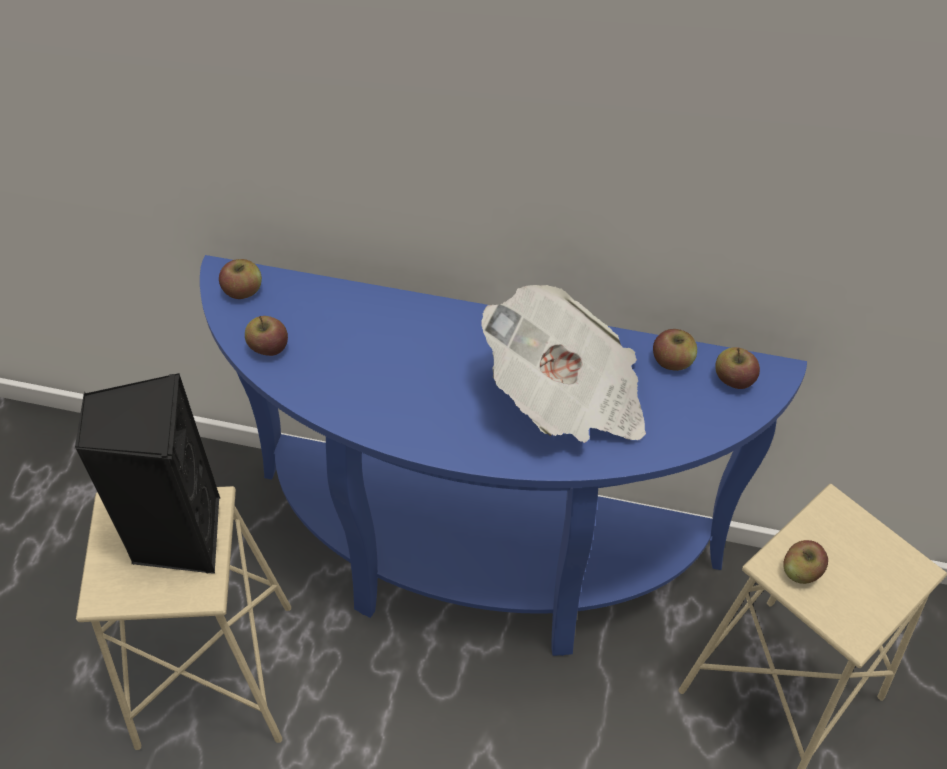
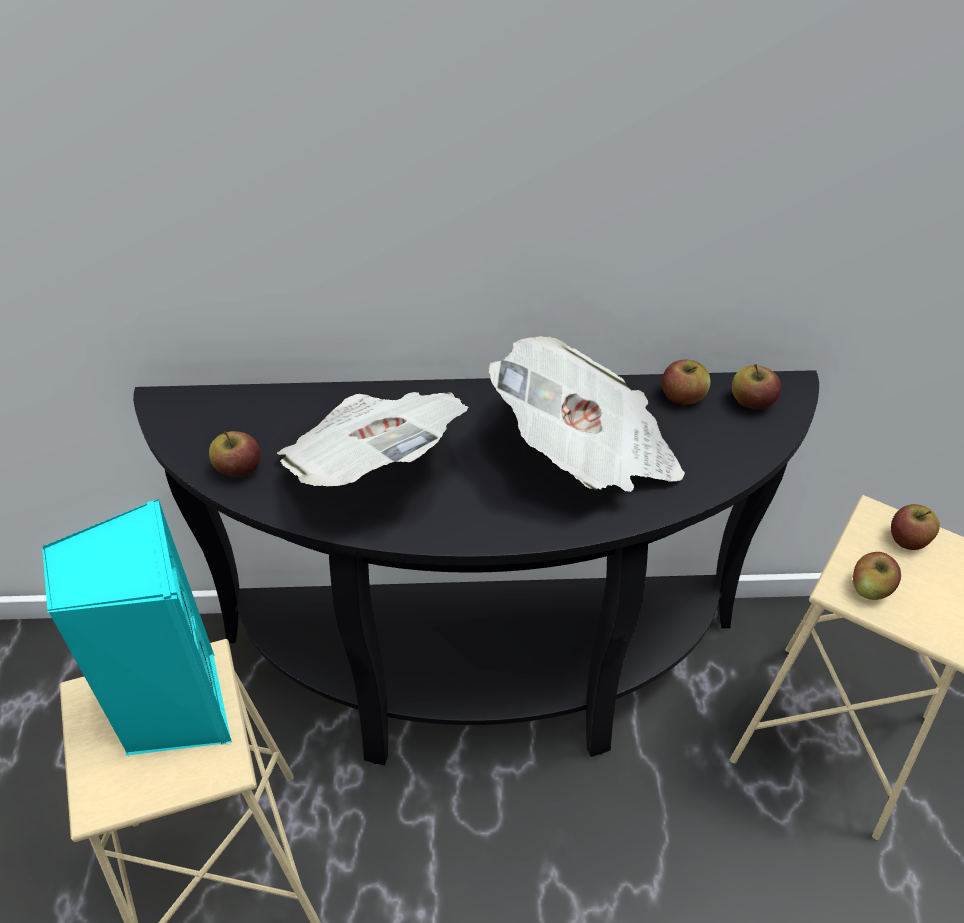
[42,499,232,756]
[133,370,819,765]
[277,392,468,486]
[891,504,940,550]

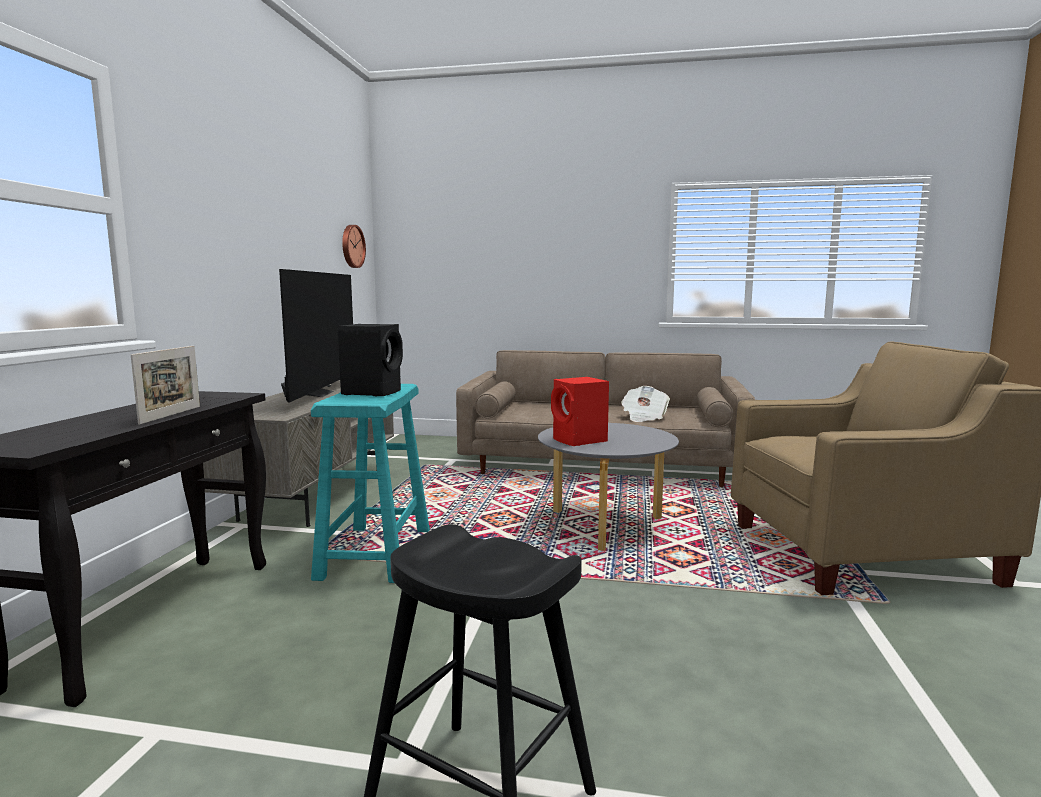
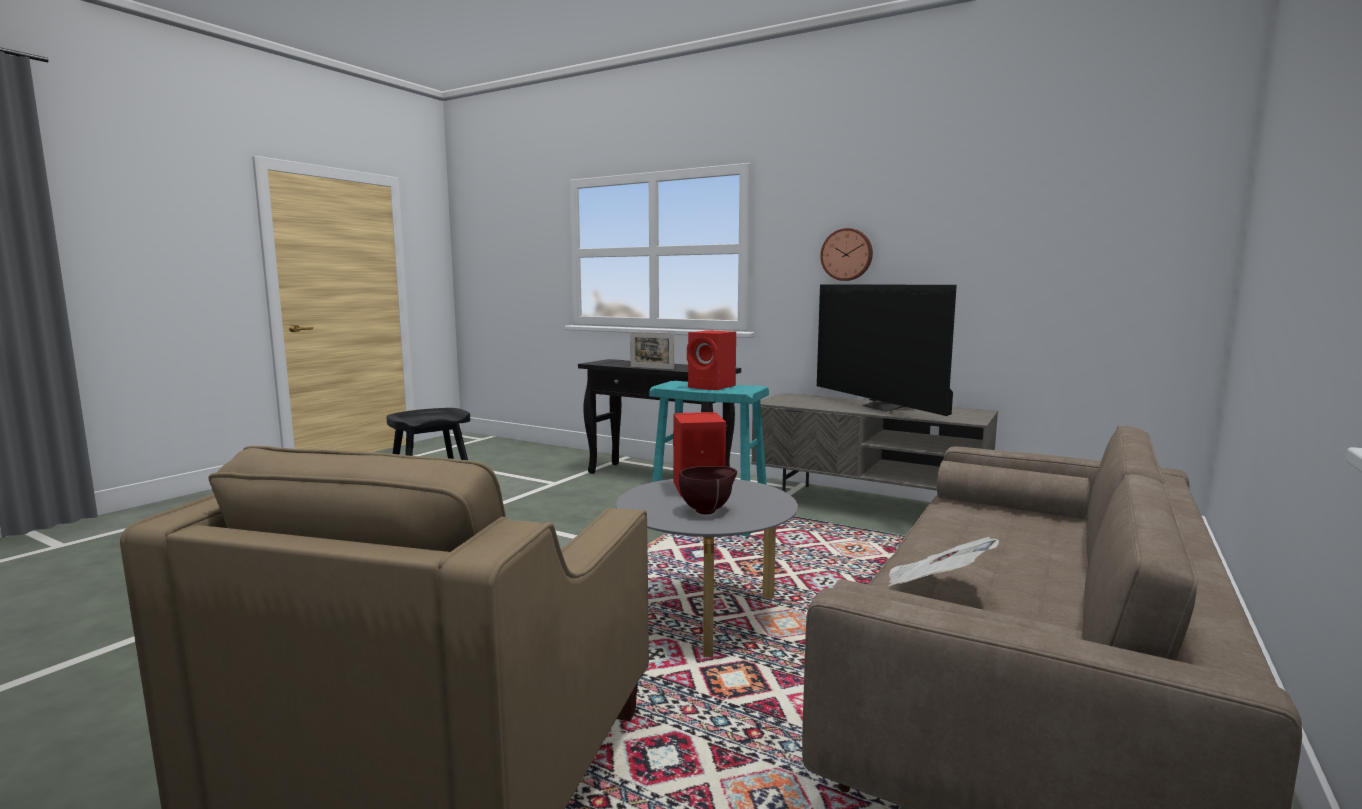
[679,466,737,514]
[687,330,736,390]
[817,284,957,416]
[820,228,873,281]

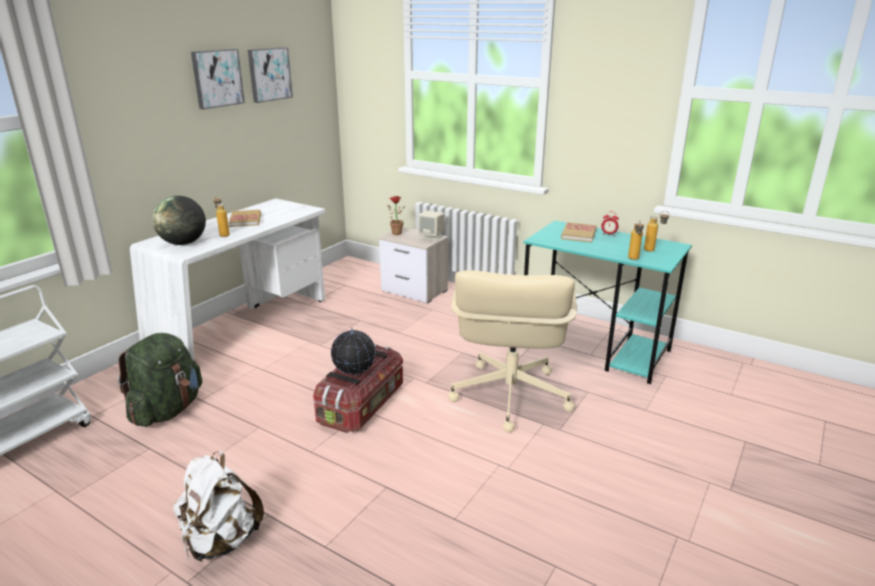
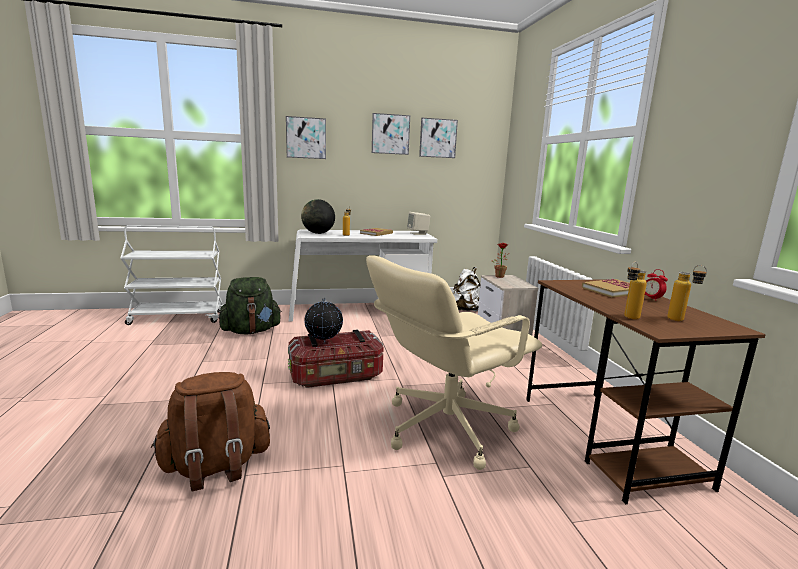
[151,372,270,492]
[286,116,326,159]
[407,212,430,235]
[452,267,480,311]
[526,279,766,504]

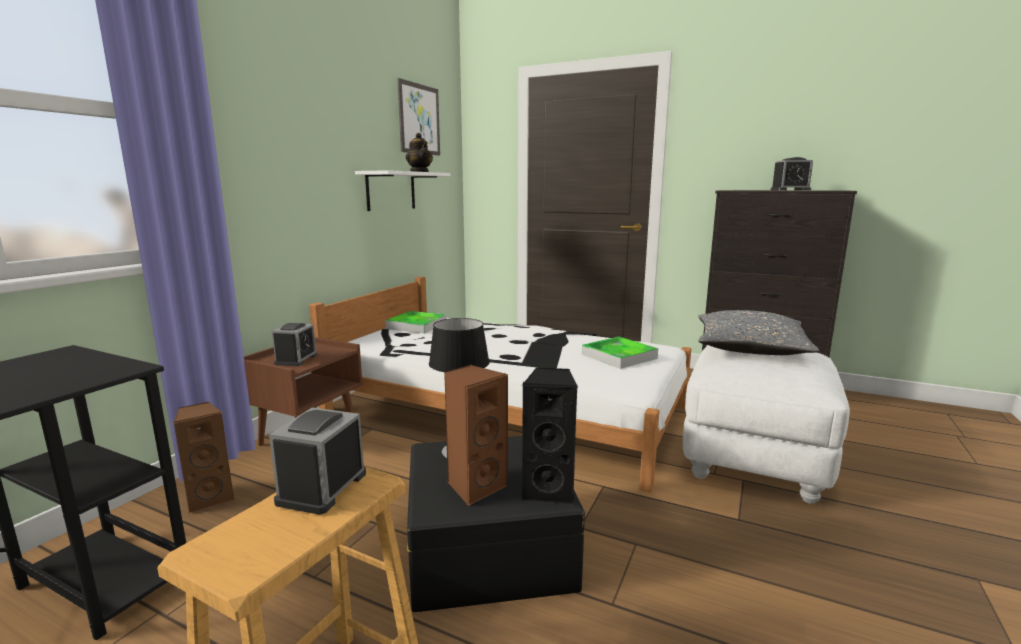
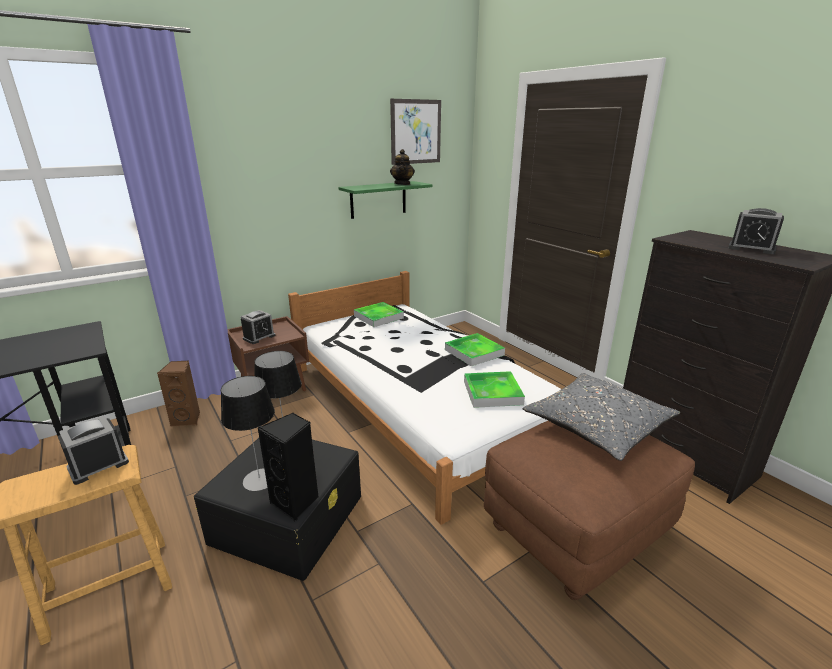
[221,376,275,491]
[338,181,432,219]
[445,333,505,366]
[484,421,695,600]

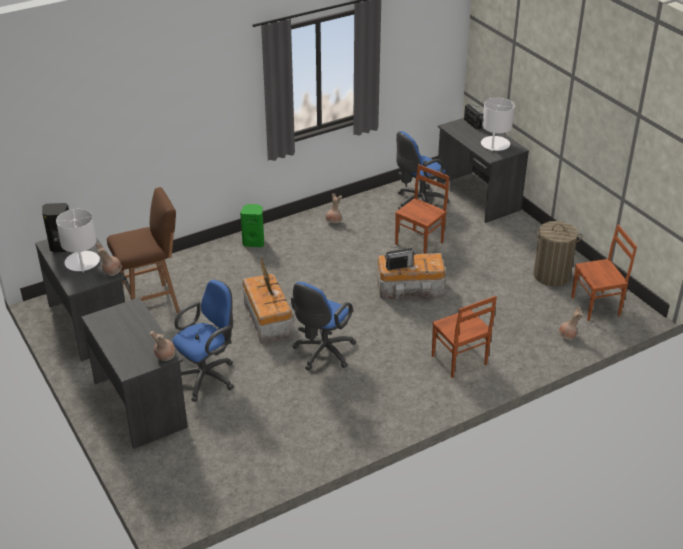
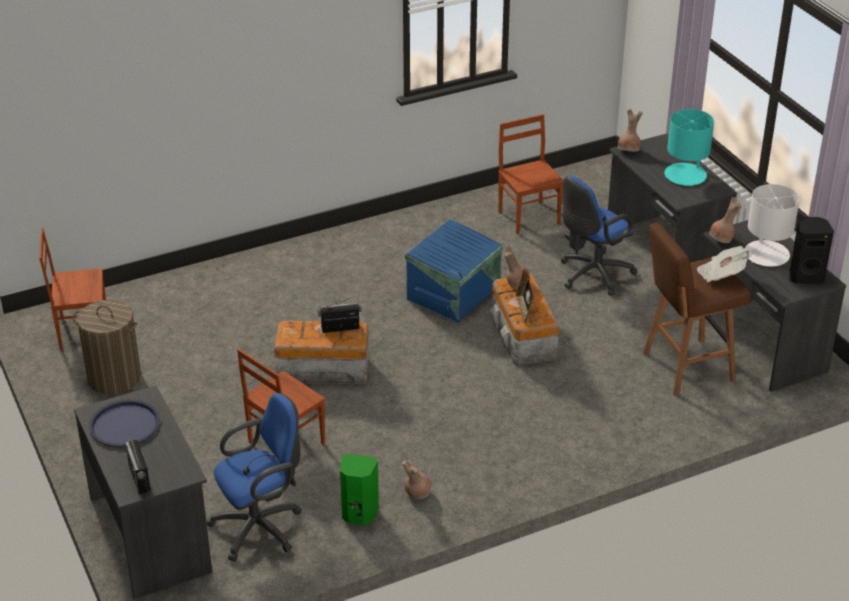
[89,399,160,447]
[340,454,379,525]
[405,219,503,323]
[498,114,564,234]
[505,245,530,289]
[664,109,714,187]
[697,246,752,283]

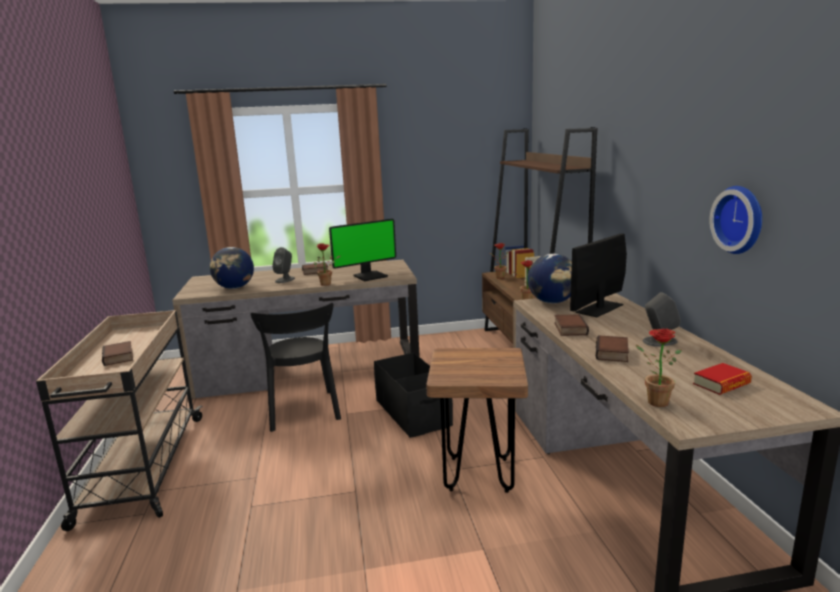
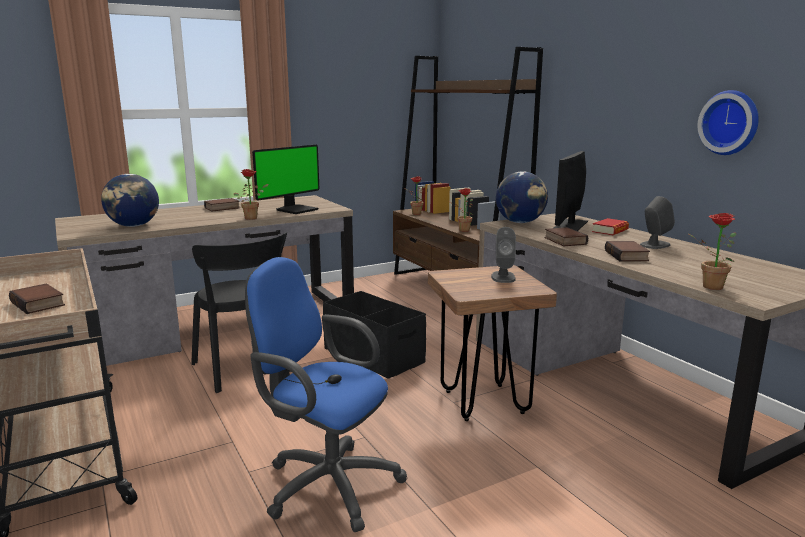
[245,257,407,532]
[491,227,516,283]
[592,218,629,235]

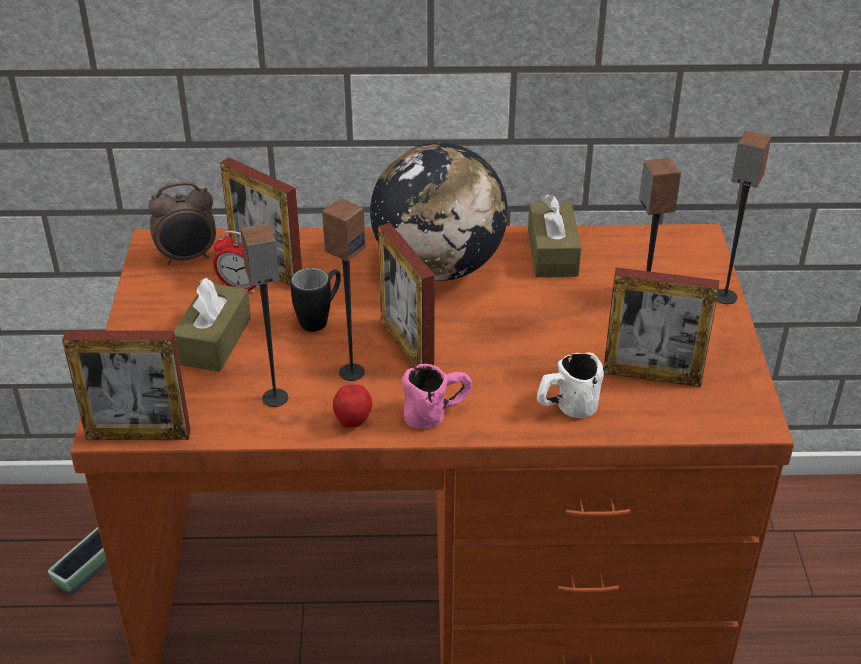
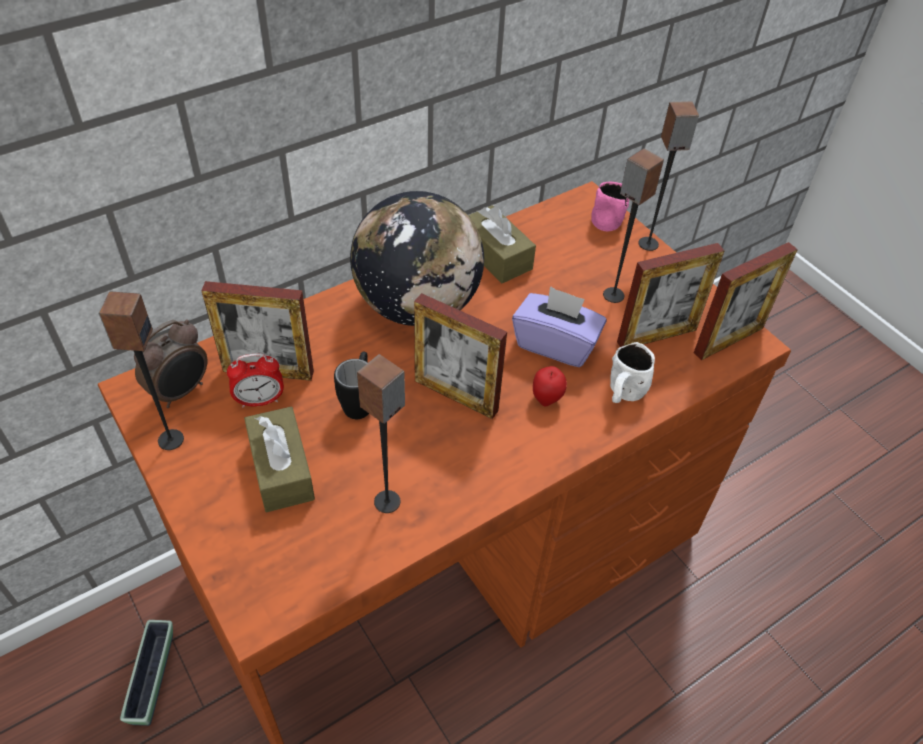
[99,292,184,450]
[512,286,607,367]
[533,366,567,407]
[591,182,629,231]
[694,242,798,361]

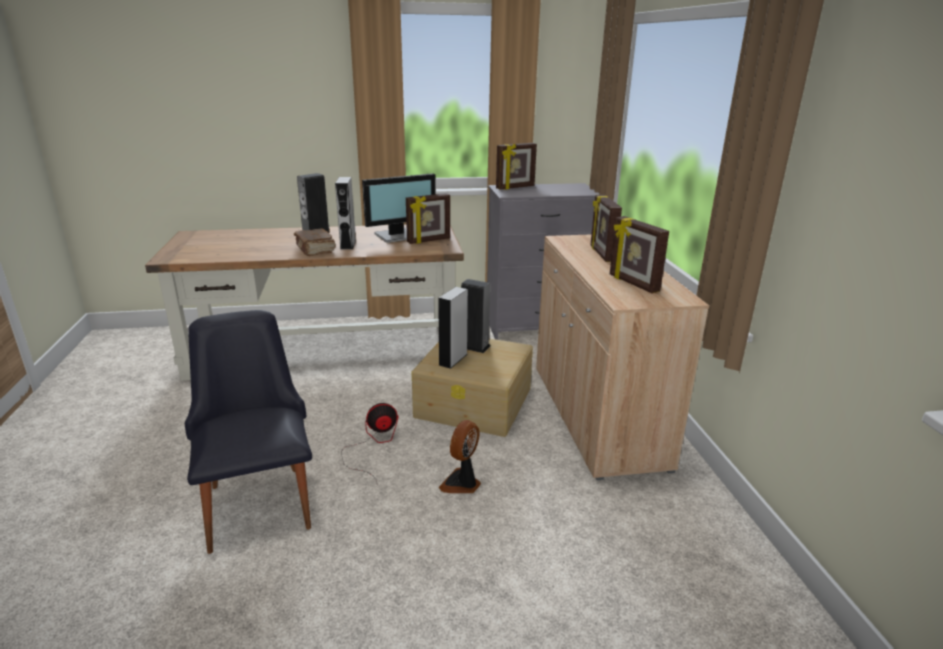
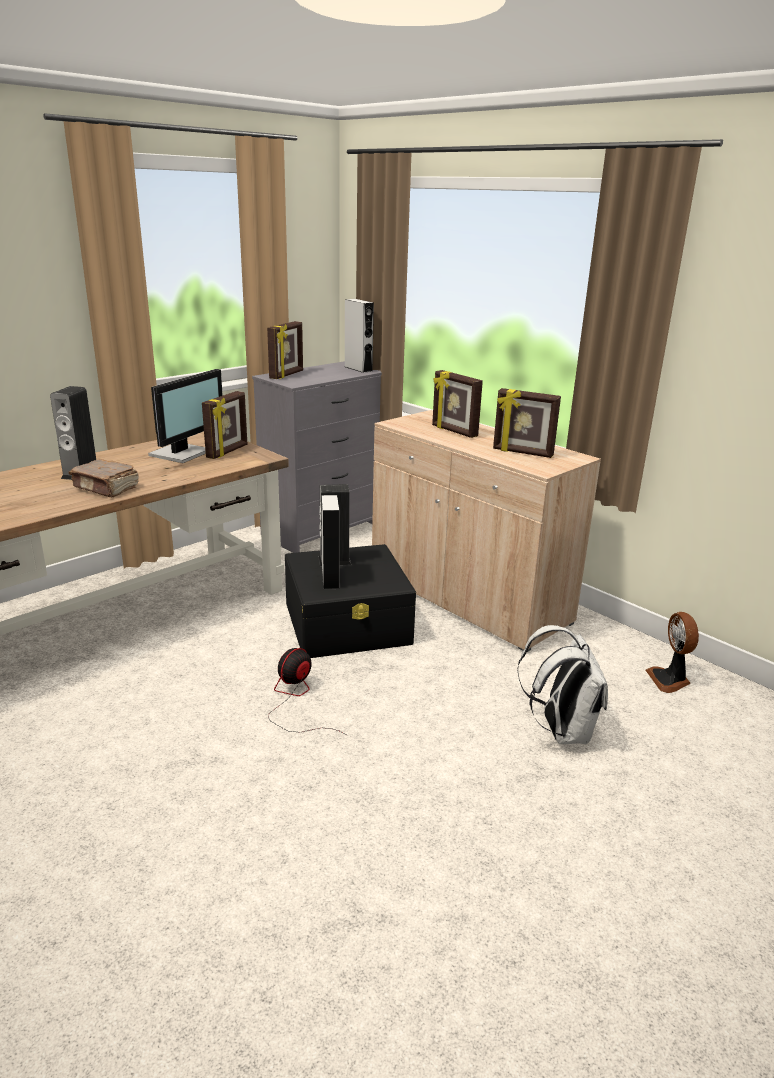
[285,544,416,658]
[345,299,374,373]
[517,625,608,745]
[646,612,699,693]
[185,310,312,554] (first image)

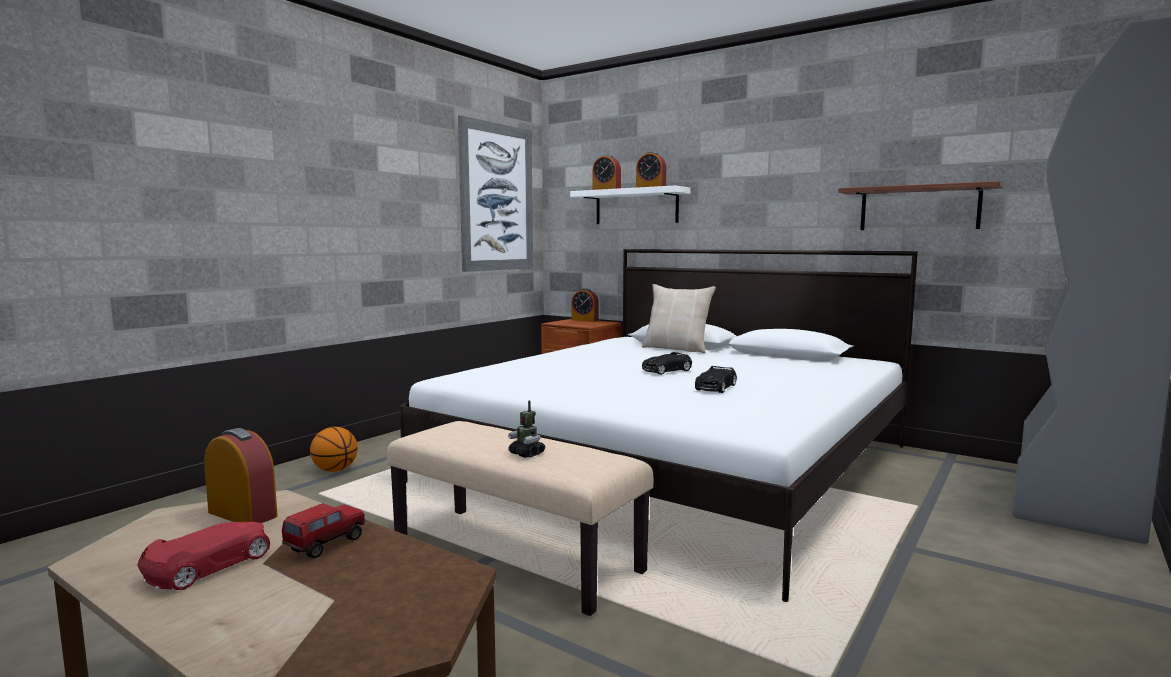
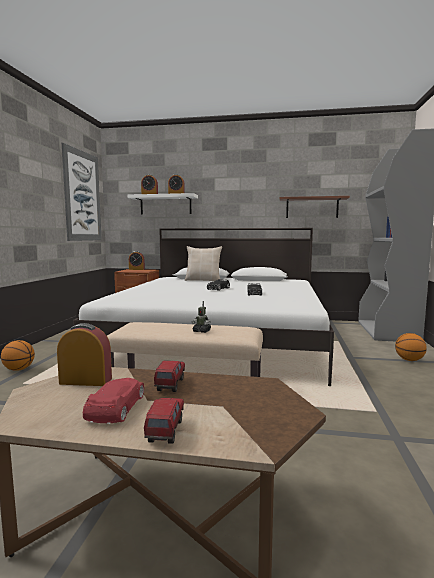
[144,398,184,444]
[395,333,427,361]

